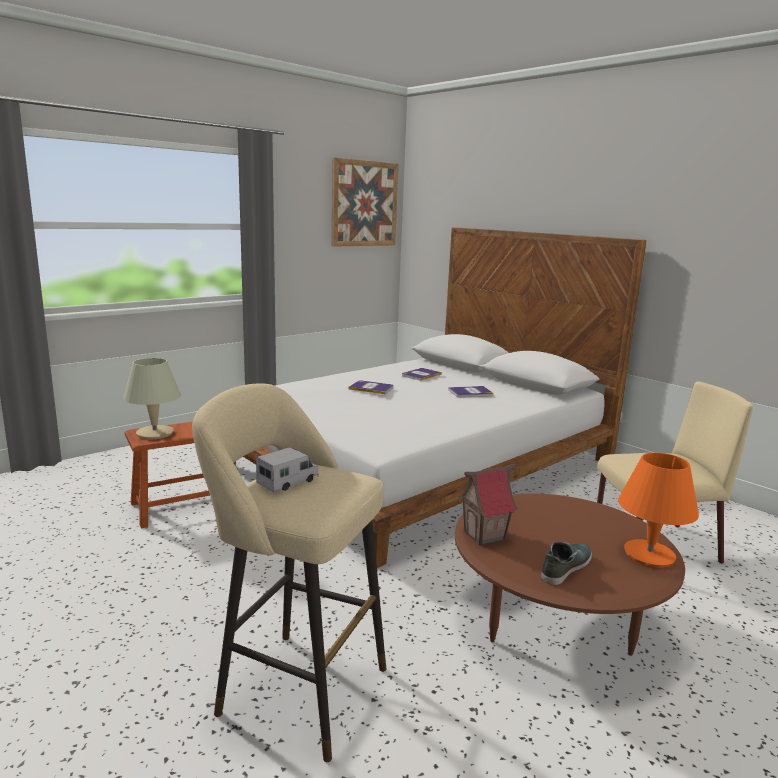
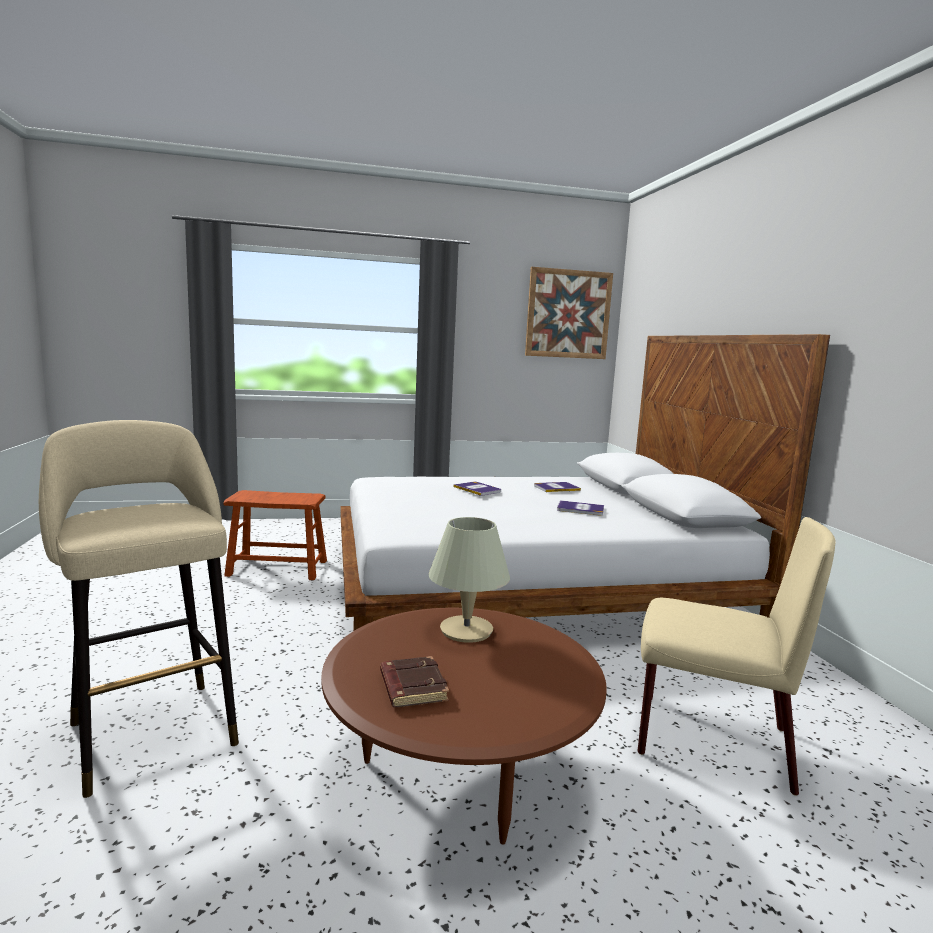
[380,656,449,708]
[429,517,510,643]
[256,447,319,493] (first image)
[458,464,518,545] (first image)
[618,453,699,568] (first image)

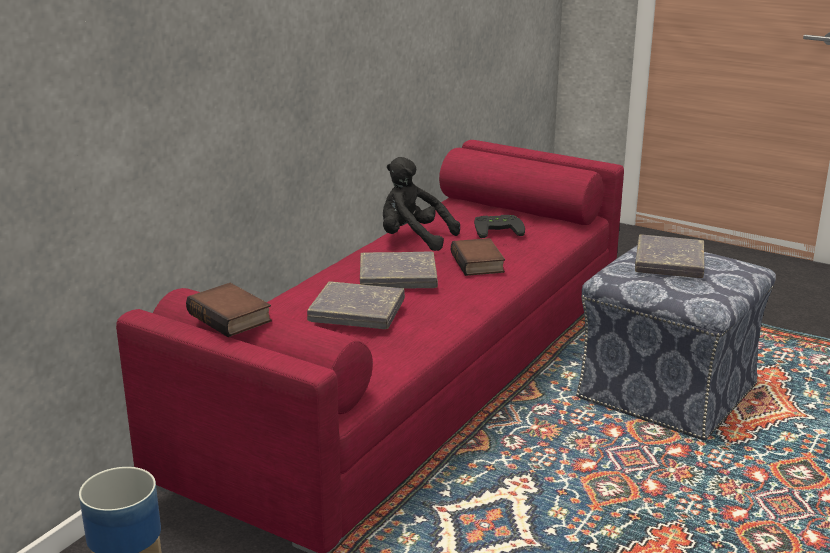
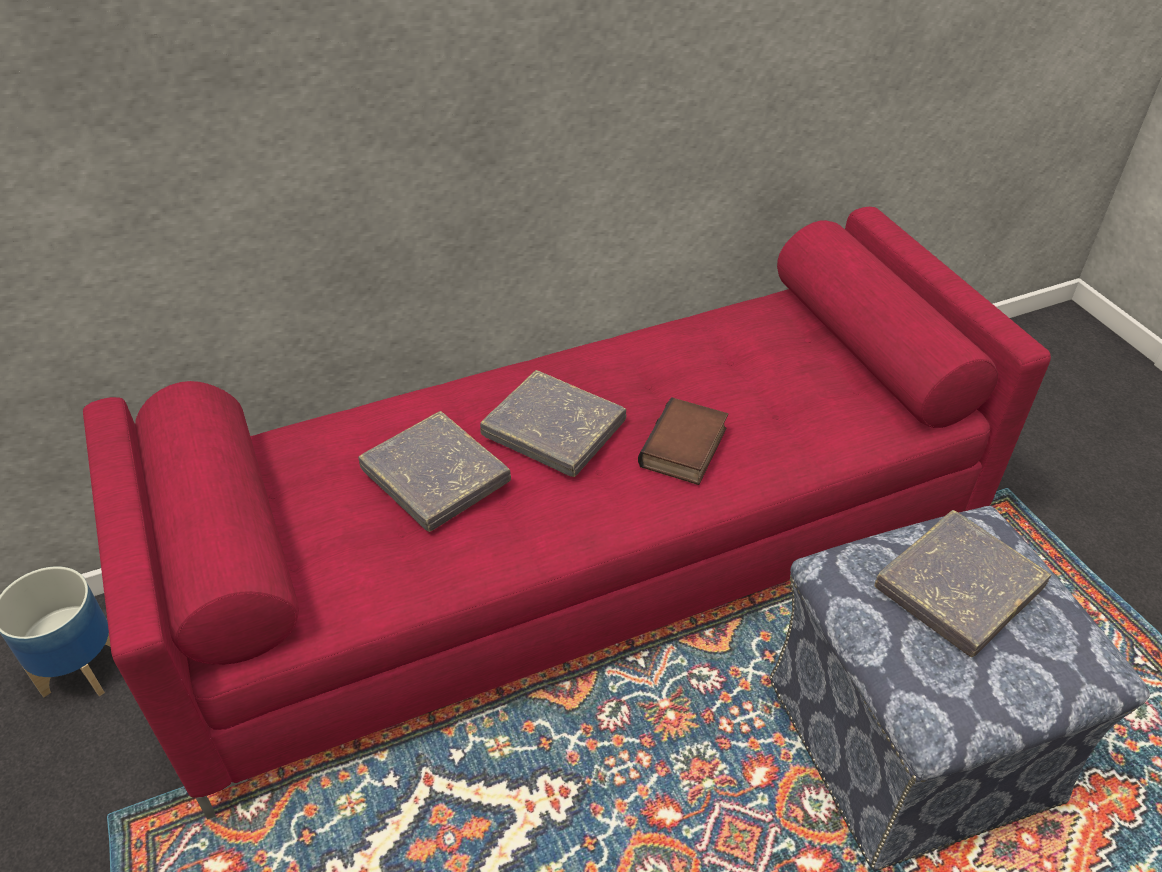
[186,283,272,337] (first image)
[383,157,460,251] (first image)
[474,215,525,238] (first image)

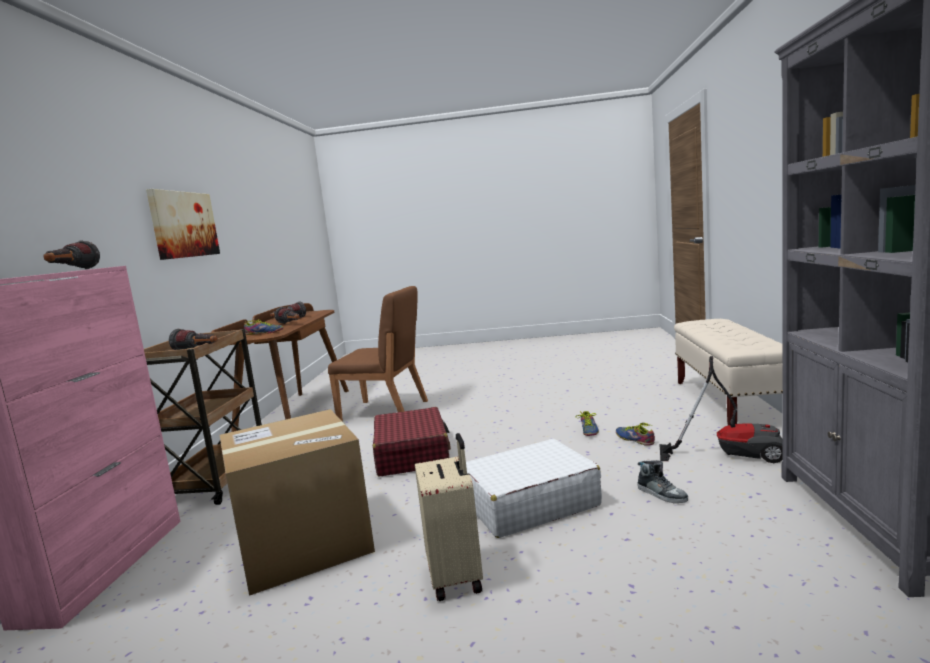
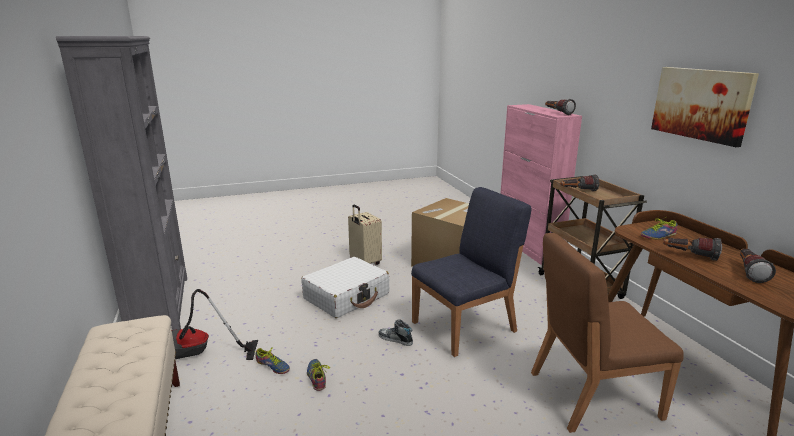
[378,319,413,346]
[411,187,531,357]

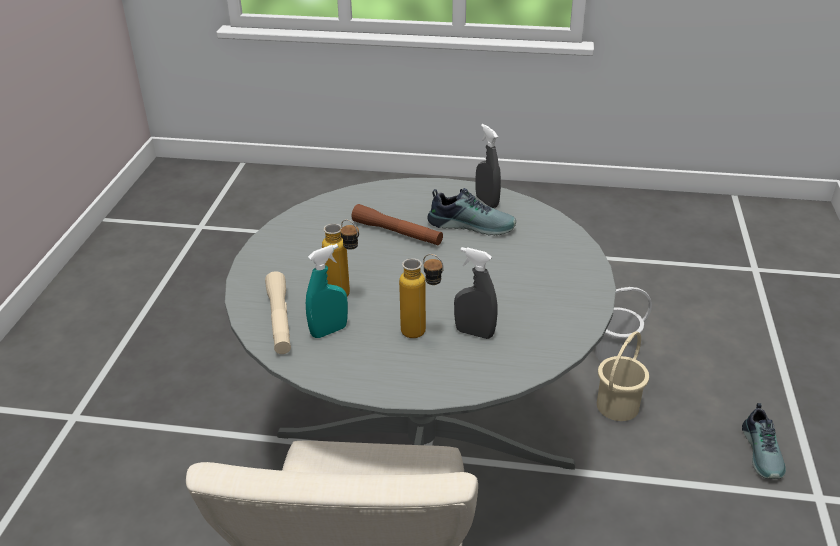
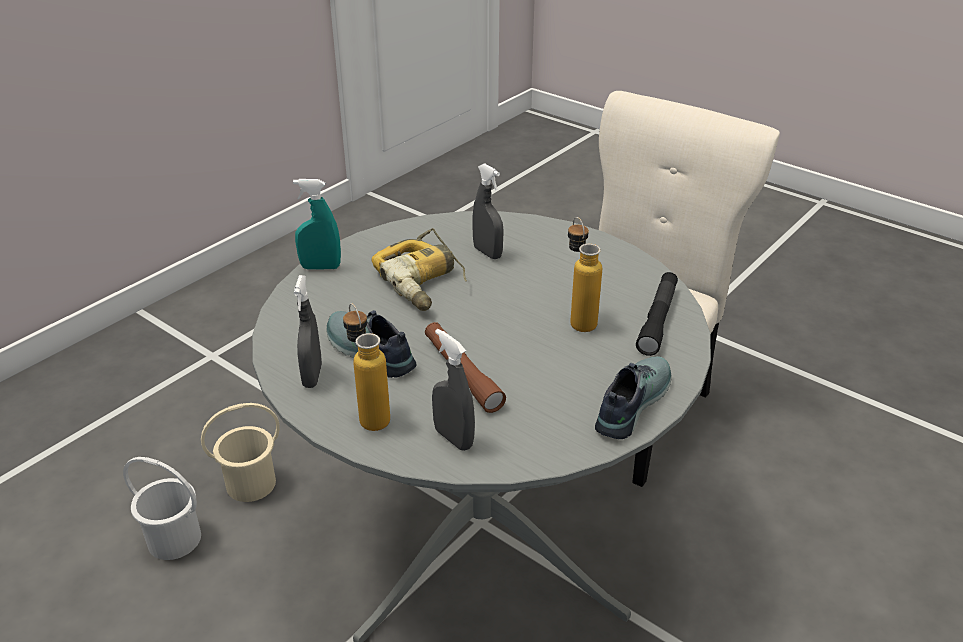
[293,179,341,270]
[343,303,390,431]
[371,228,467,311]
[432,329,475,451]
[595,356,672,439]
[636,272,678,356]

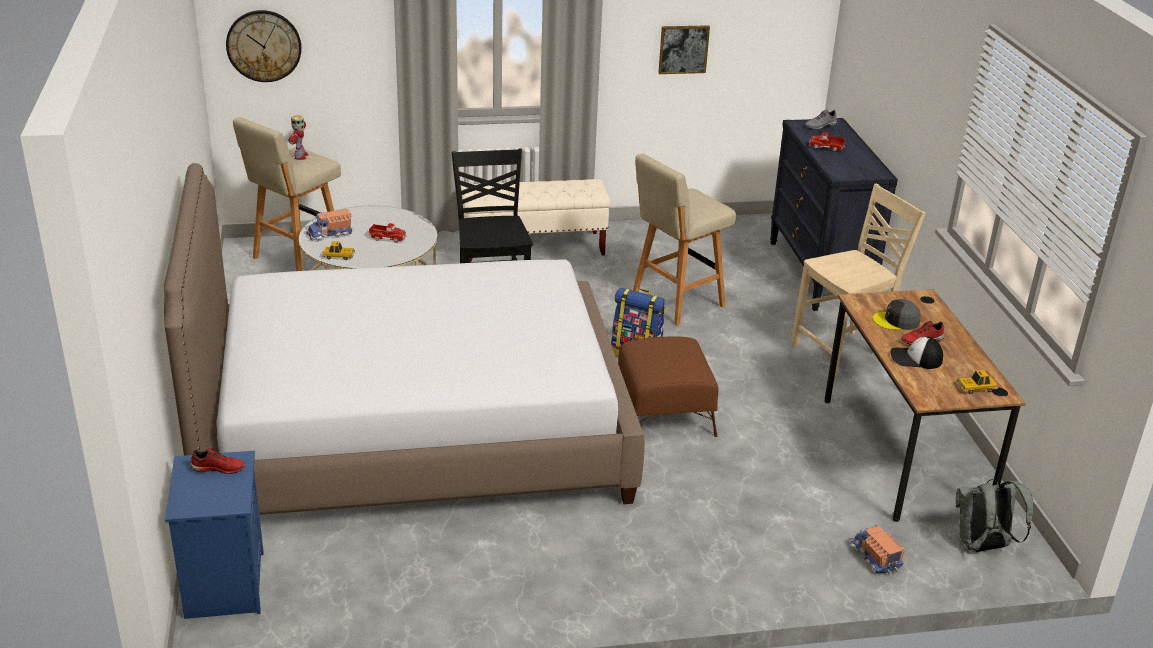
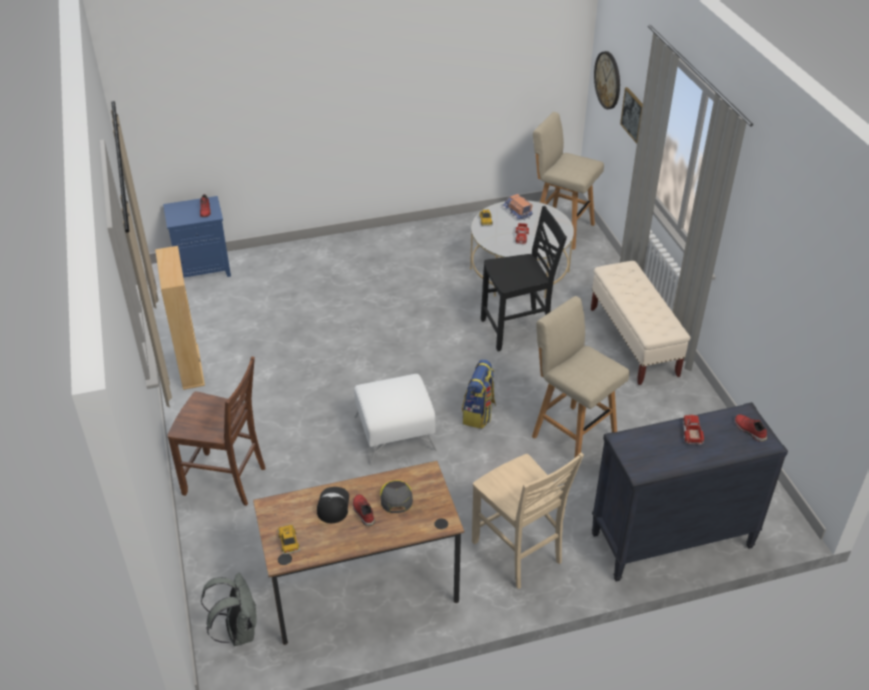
[155,246,205,390]
[167,356,265,506]
[354,374,438,465]
[620,87,643,144]
[735,414,767,442]
[164,163,645,515] (first image)
[288,115,309,160] (first image)
[849,525,905,576] (first image)

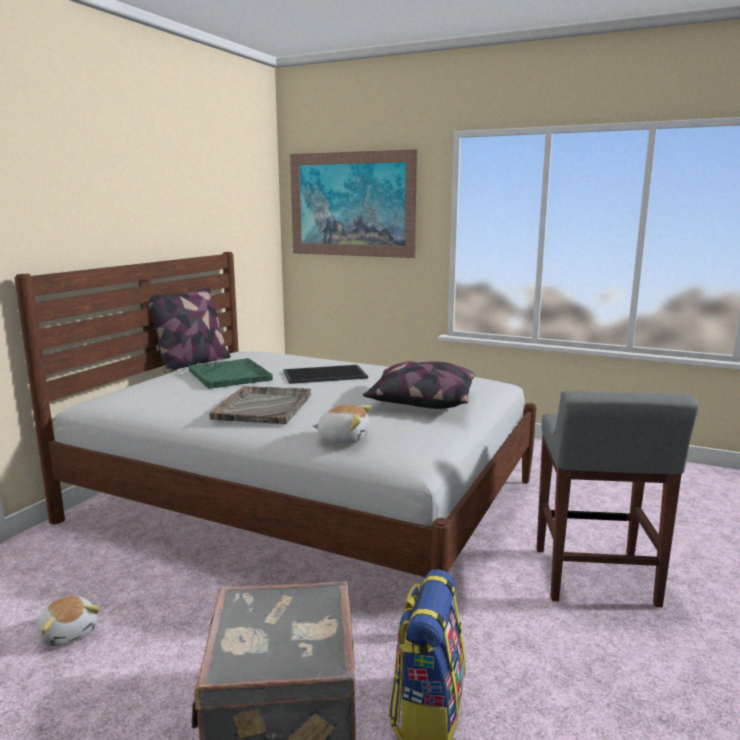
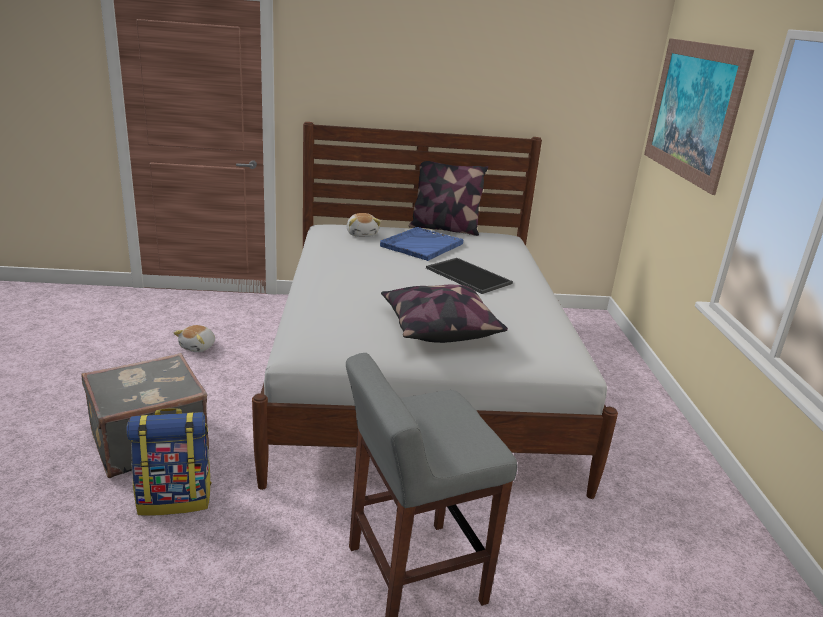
[347,213,381,237]
[380,227,463,261]
[210,386,311,424] (first image)

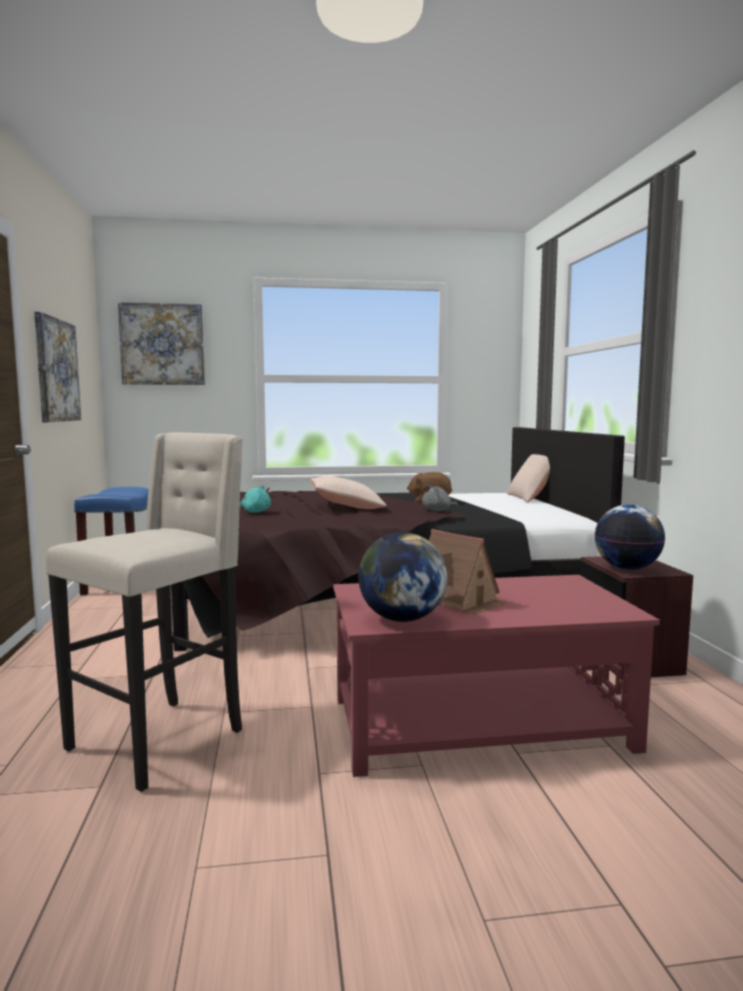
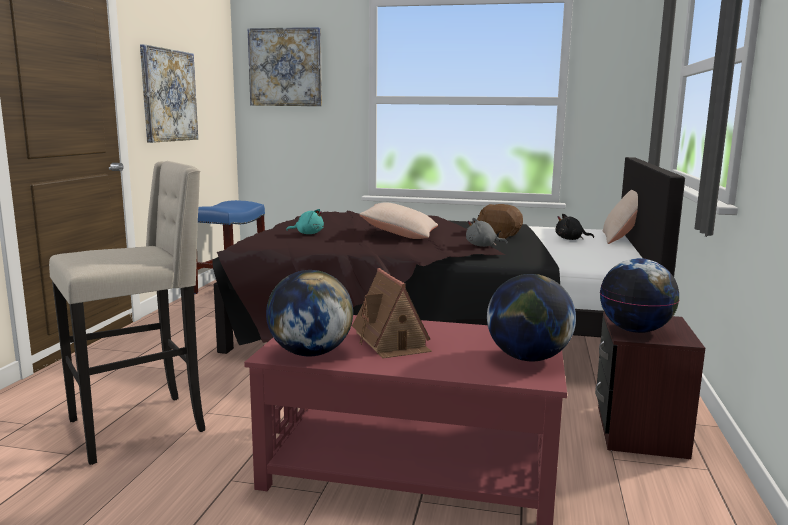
[487,274,576,361]
[556,214,594,240]

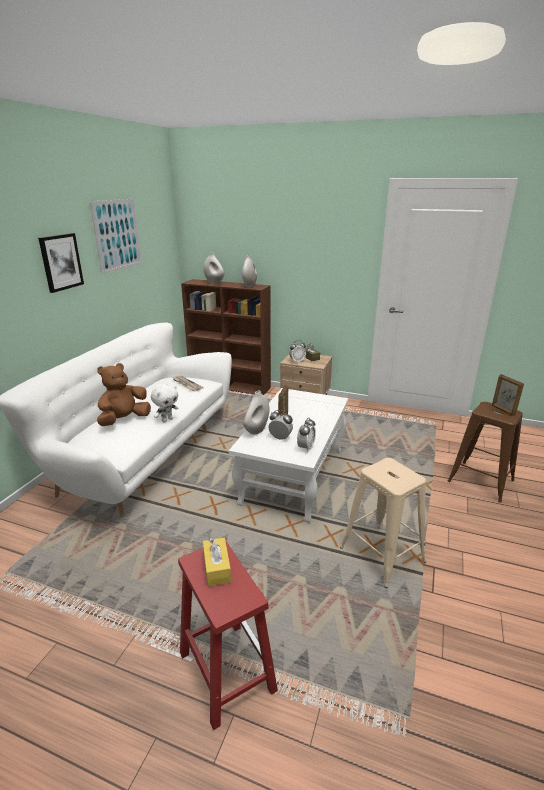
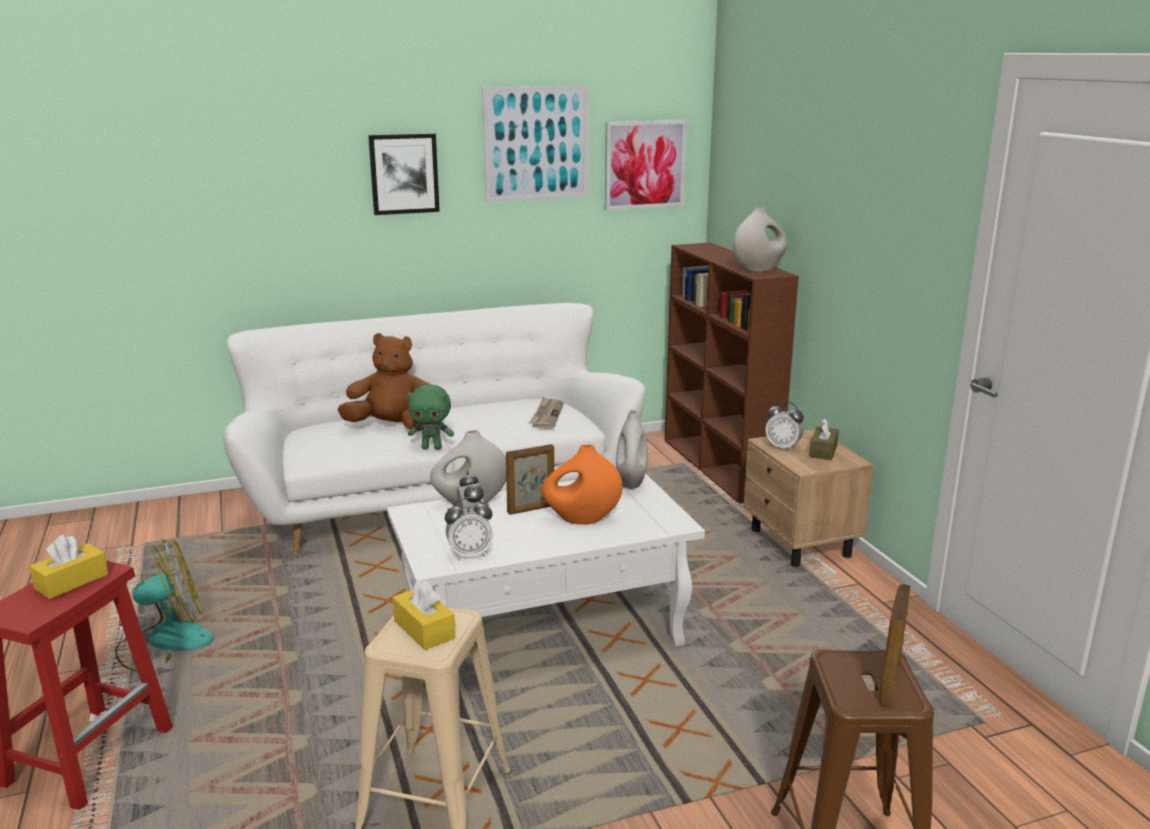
[115,539,213,672]
[392,579,456,650]
[407,384,454,449]
[541,444,623,525]
[605,120,687,210]
[616,410,648,489]

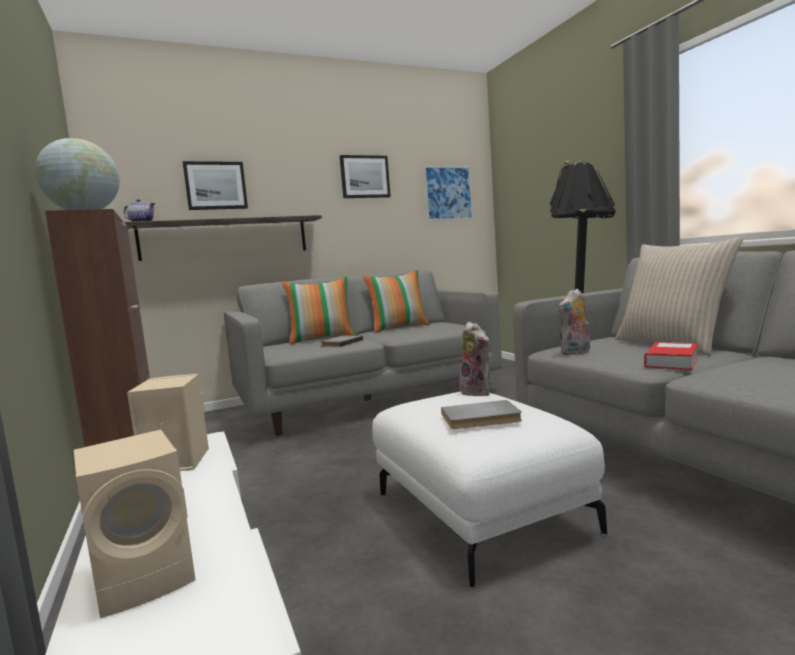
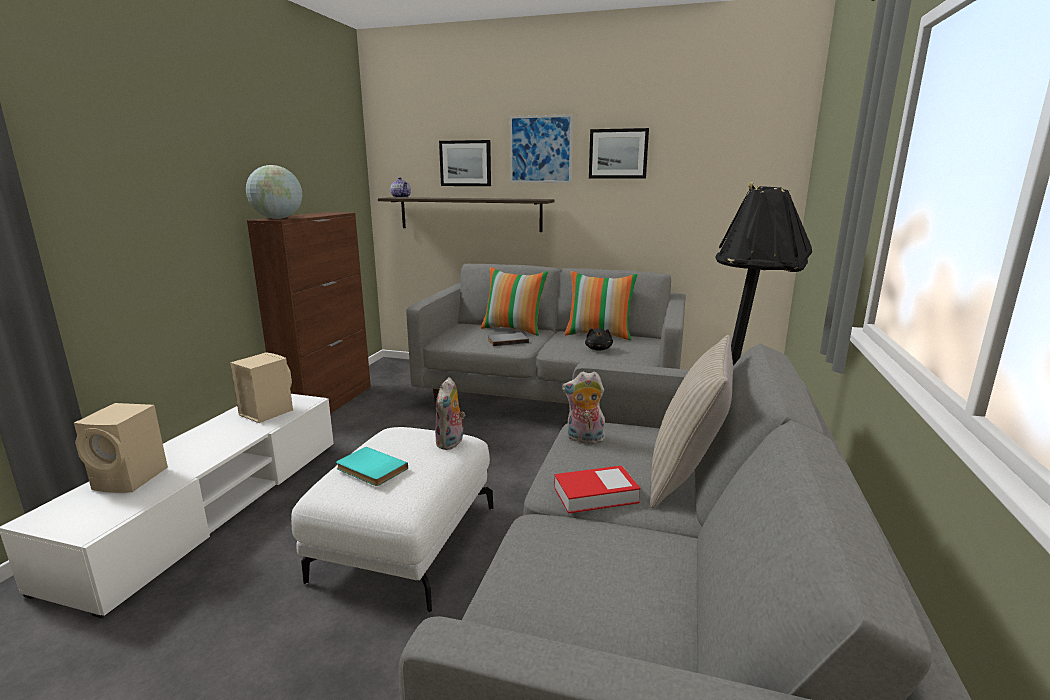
[336,447,408,486]
[510,114,573,183]
[585,328,613,351]

